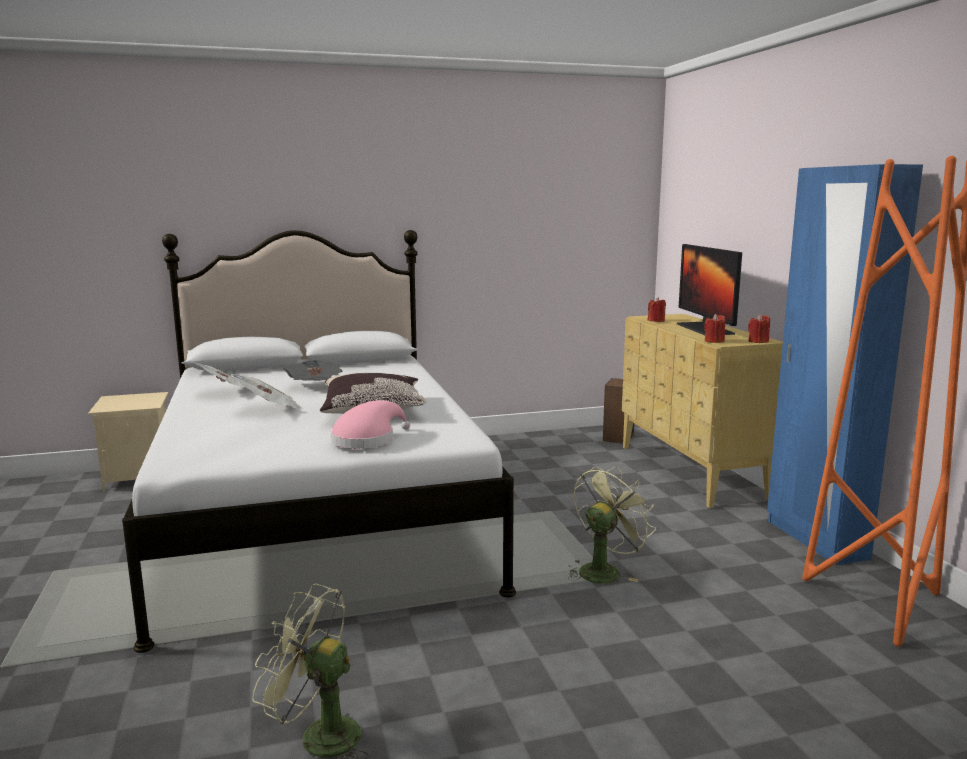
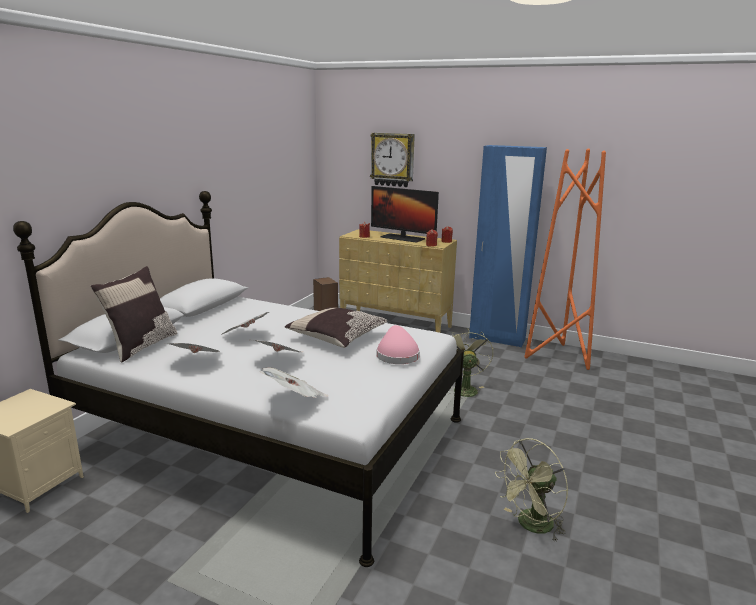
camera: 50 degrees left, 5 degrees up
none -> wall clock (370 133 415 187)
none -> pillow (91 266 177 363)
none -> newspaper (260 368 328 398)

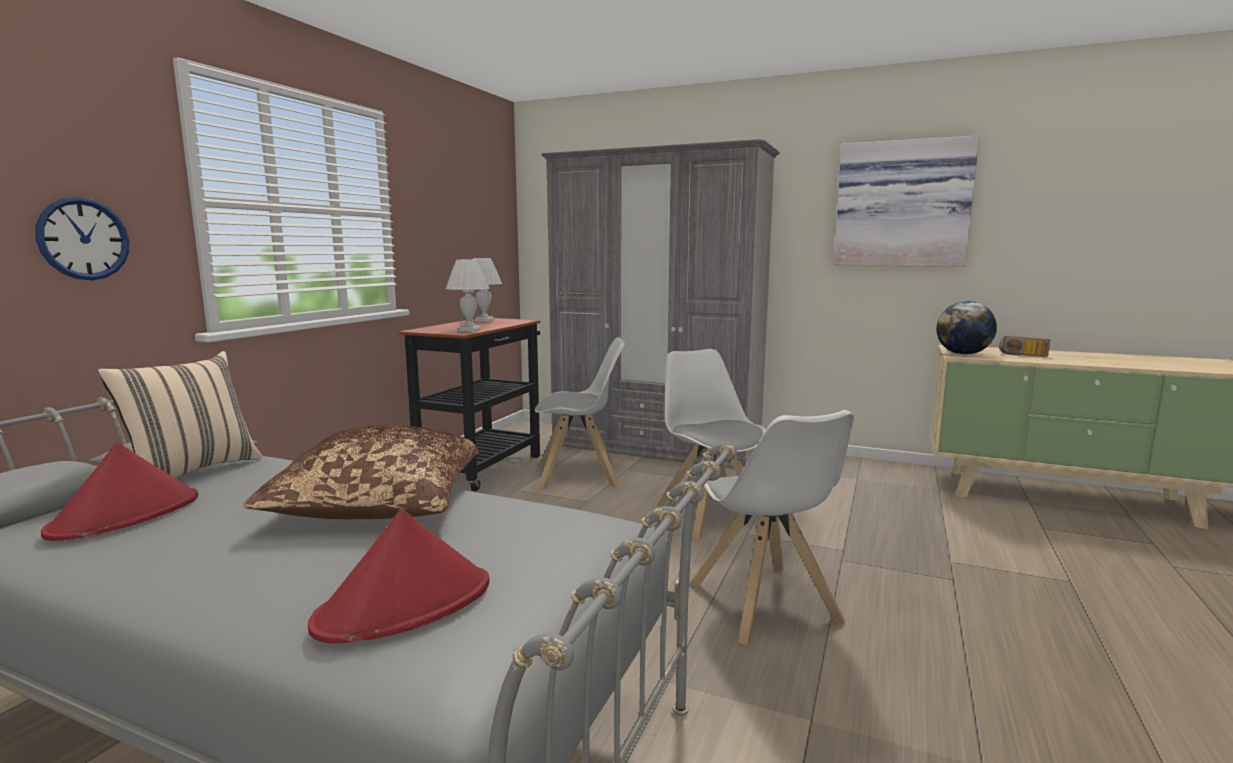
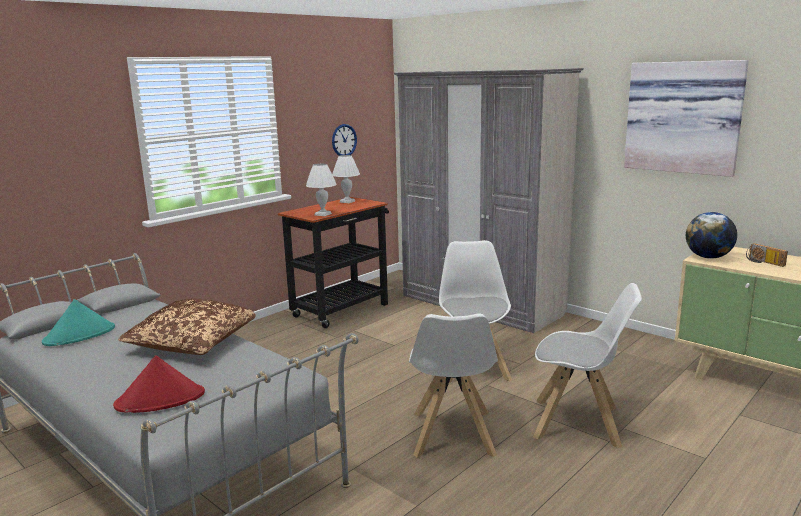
camera: 20 degrees right, 5 degrees up
wall clock (35 197 129 280) -> wall clock (332 124 357 156), move
chair (535 337 626 489) -> chair (533 283 642 448), move
beige pillow (97 351 263 478) -> none
red hat (41 442 198 541) -> turquoise hat (42 299 115 346)

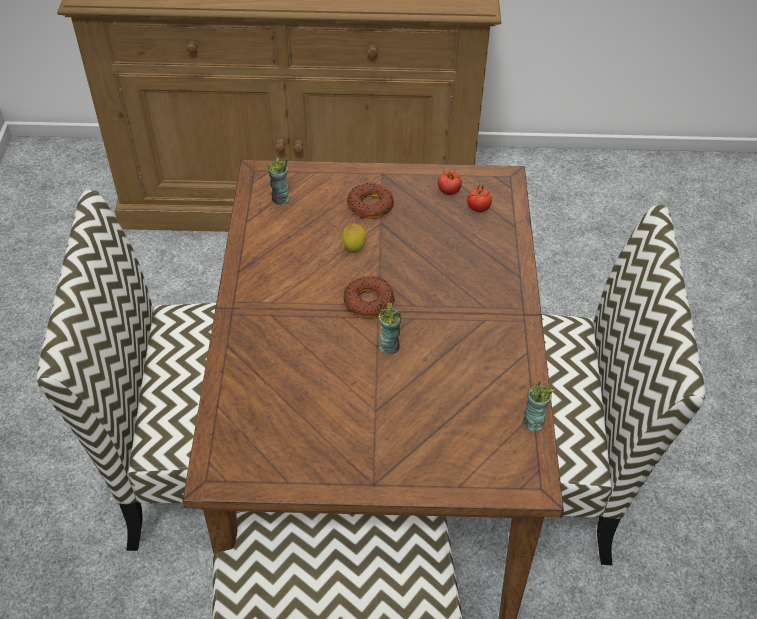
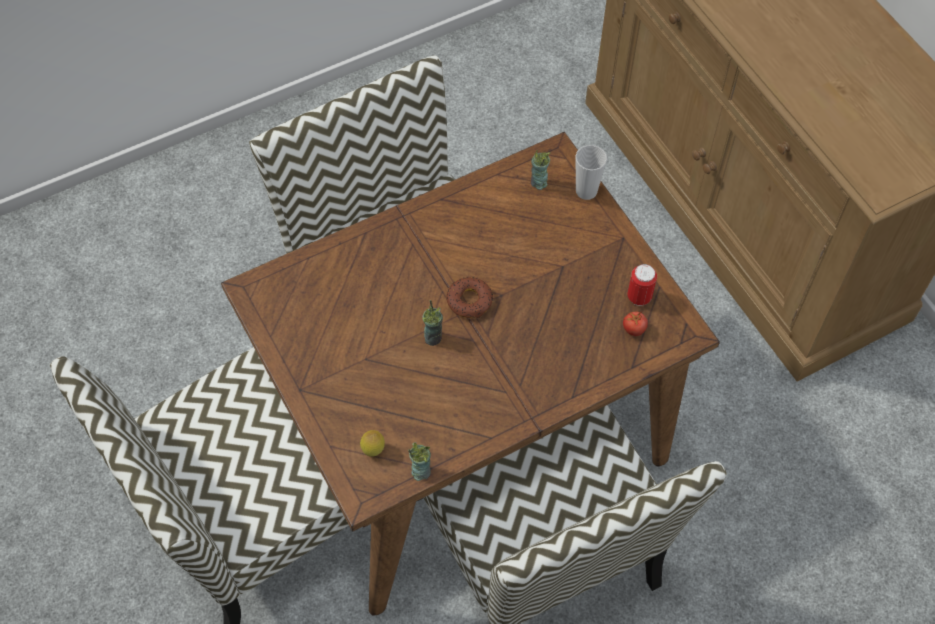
camera: 60 degrees right, 10 degrees up
tomato (438 167 462 195) -> can (627 264 657 306)
donut (347 183 394 219) -> none
lemon (342 223 366 253) -> lemon (360 430 385 457), move
none -> cup (576 145 607 200)

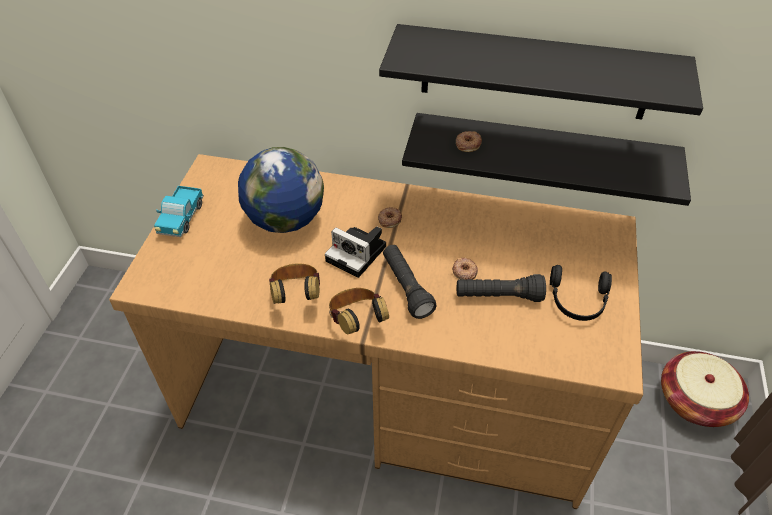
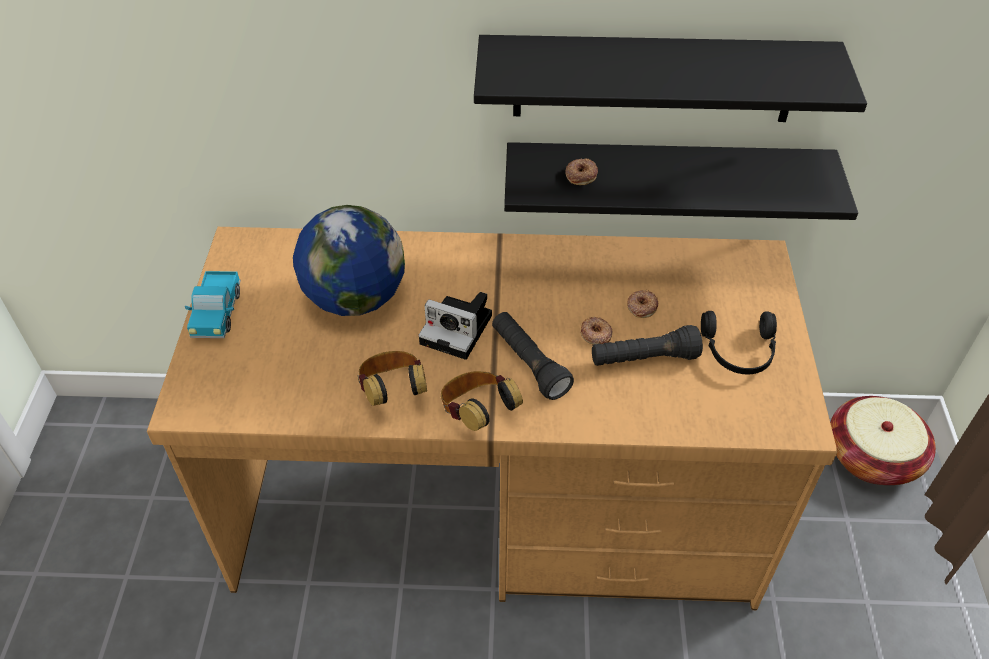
camera: 10 degrees left, 0 degrees up
donut (378 207 402 228) -> donut (627 290 658 318), move

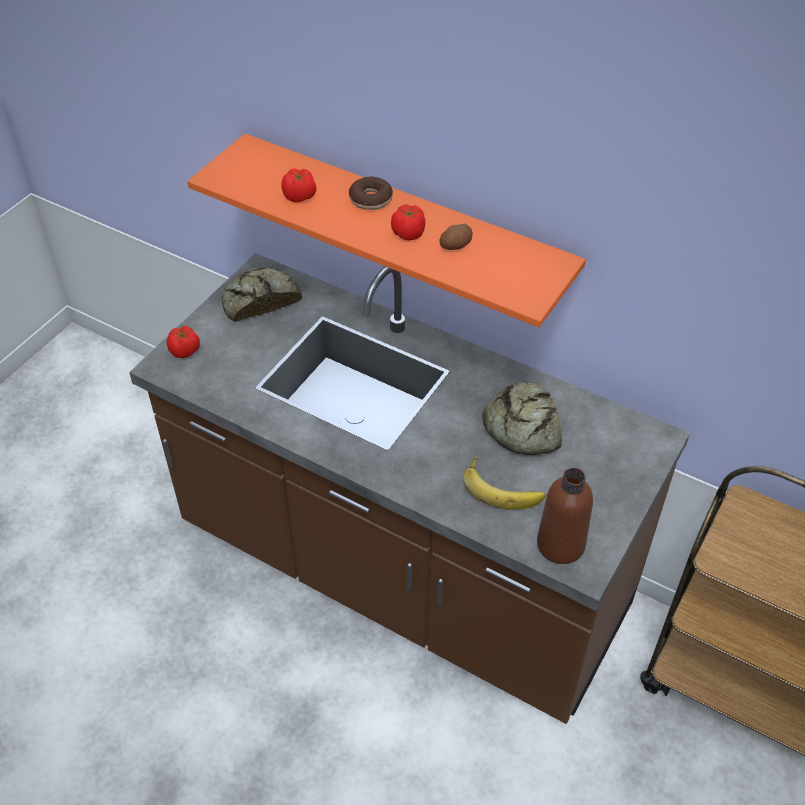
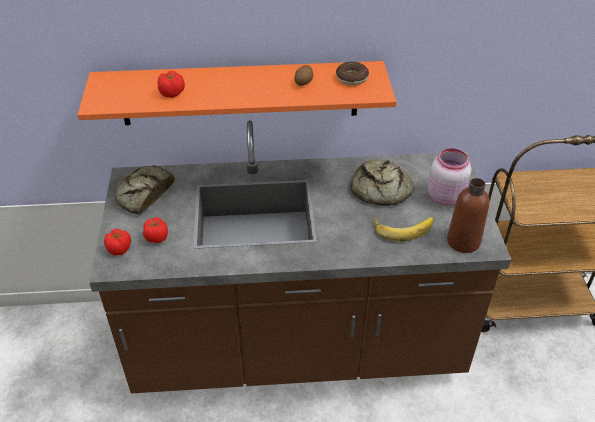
camera: 35 degrees left, 5 degrees down
donut (349 177 393 210) -> donut (336 62 369 85), move
tomato (391 204 426 241) -> tomato (143 217 168 243), move
none -> pink jar (428 148 472 206)

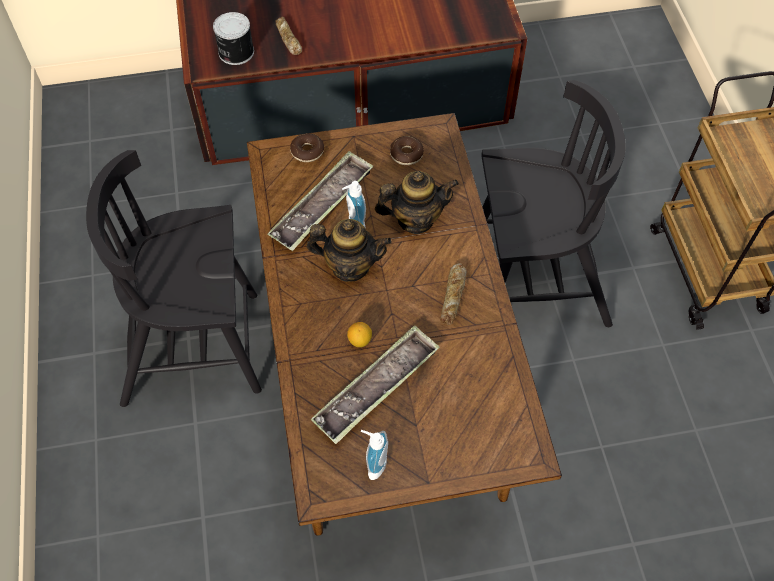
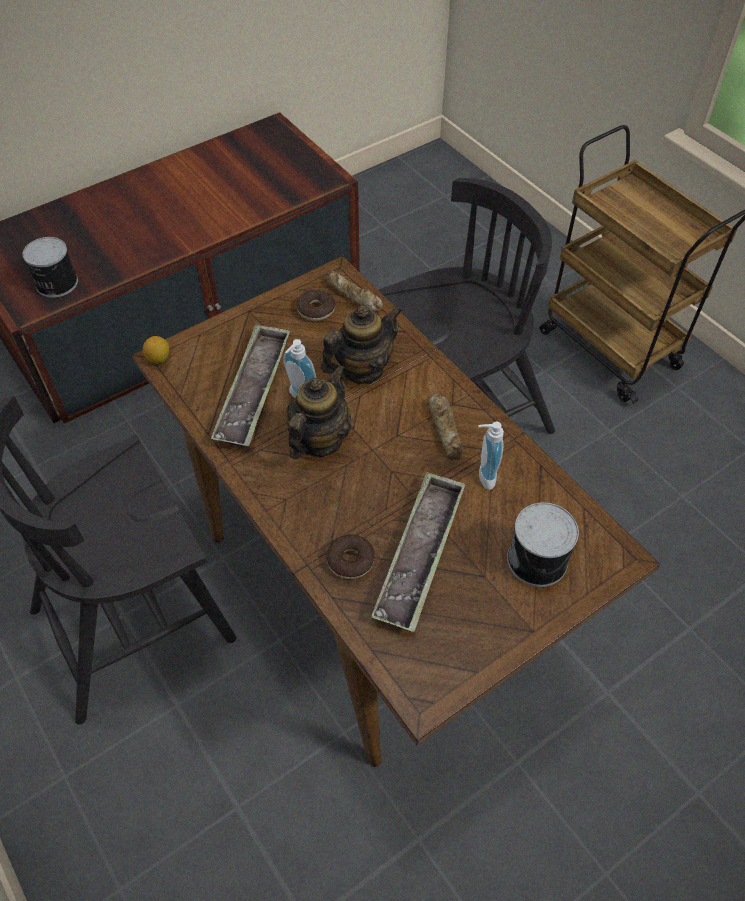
camera: 25 degrees left, 5 degrees down
bread (275 17 302 55) -> bread (324 271 383 312), move
donut (290 133 324 162) -> donut (326 534 375 579), move
teapot (306 219 392 282) -> teapot (286 365 352 459), 45 degrees counterclockwise
lemon (347 322 372 347) -> lemon (143 336 169 364), move
soap dispenser (361 430 388 480) -> soap dispenser (478 422 504 490), move
none -> can (507 502 579 587)

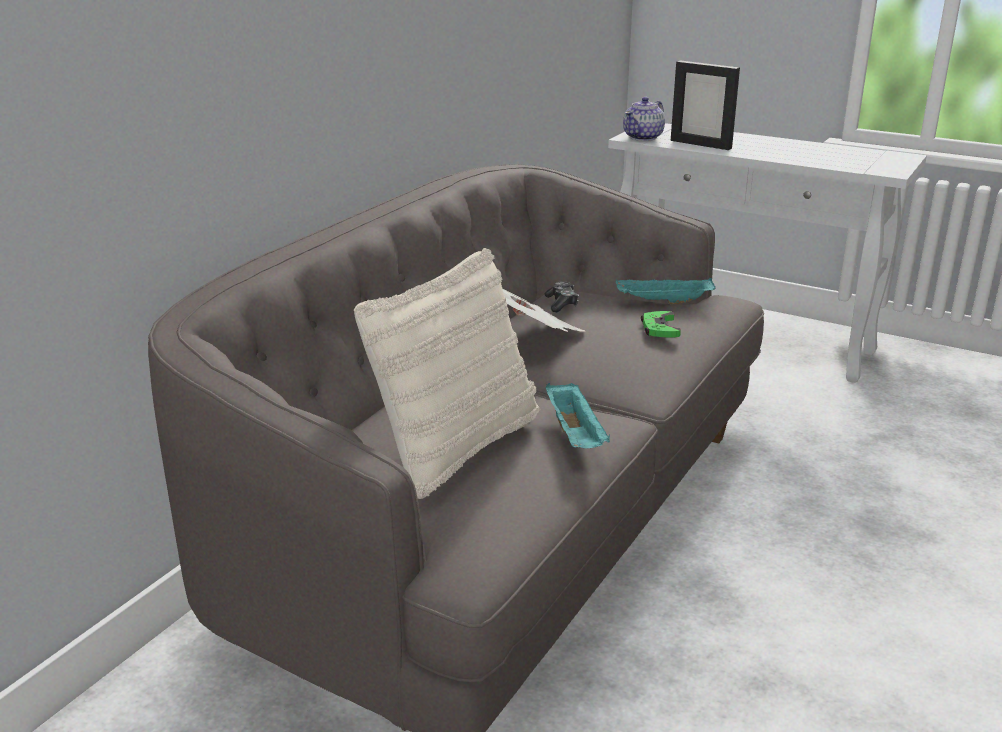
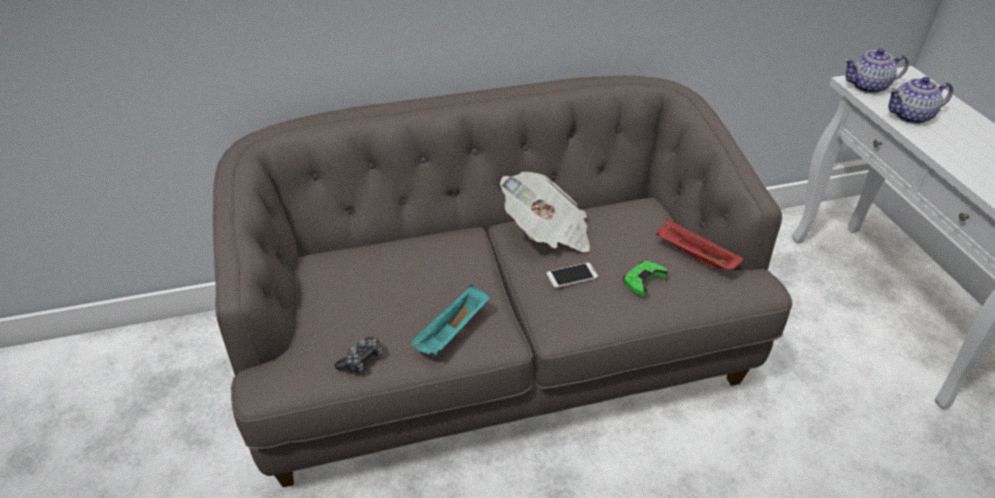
camera: 45 degrees right, 15 degrees up
picture frame (671 61 740 150) -> teapot (888 77 953 124)
beige pillow (354 248 541 499) -> none
turquoise tray (616 278 716 304) -> red tray (656 219 744 270)
game controller (544 281 579 312) -> game controller (335 337 382 373), move
none -> phone (547 263 598 288)

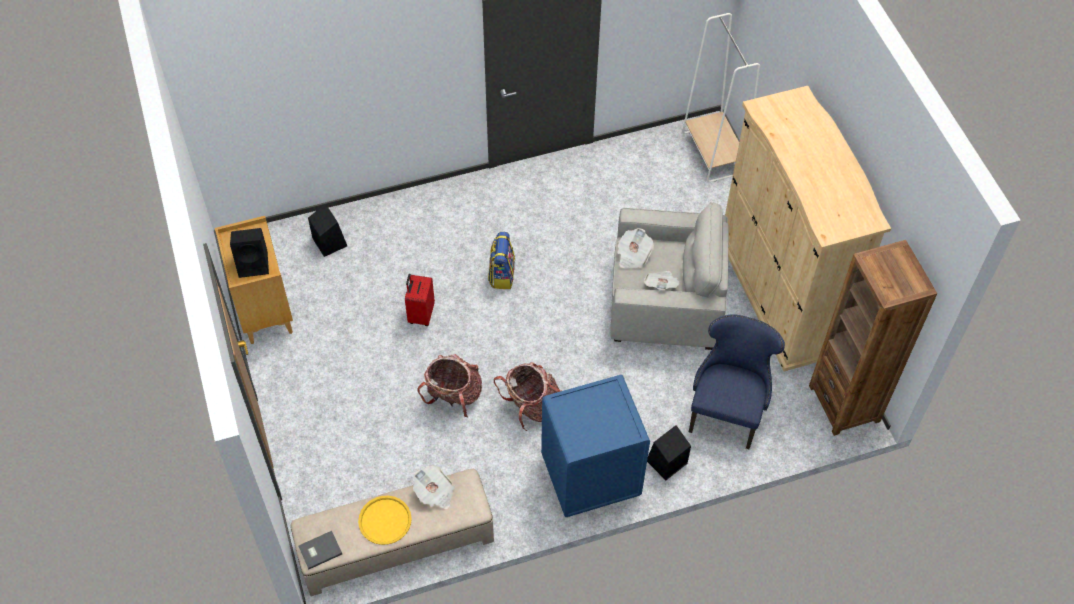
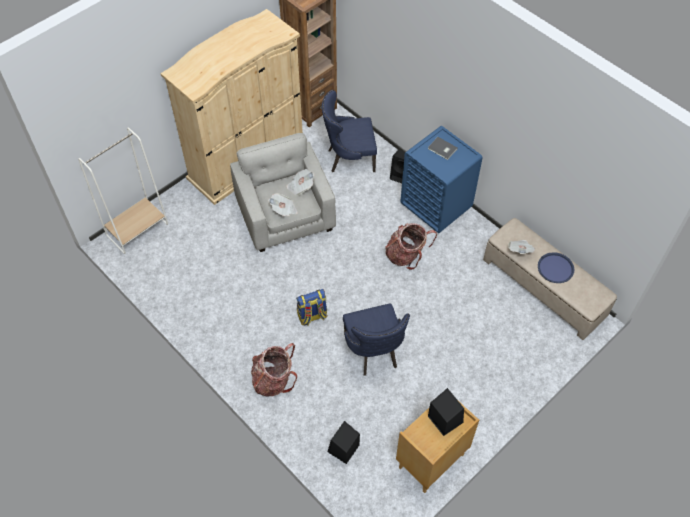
camera: 115 degrees left, 0 degrees up
red suitcase (405 274 435 326) -> blue chair (343 303 410 376)
backpack (417 354 482 417) -> backpack (251 343 297 397), move
yellow tray (358 496 412 545) -> blue tray (538 252 574 283)
grey book (298 531 342 570) -> grey book (428 137 458 160), move

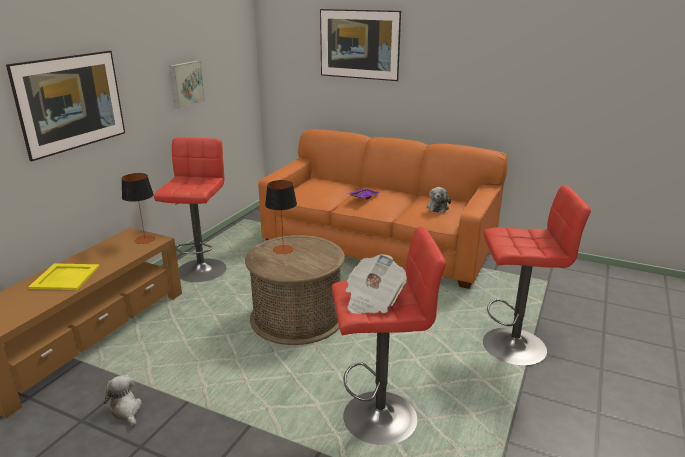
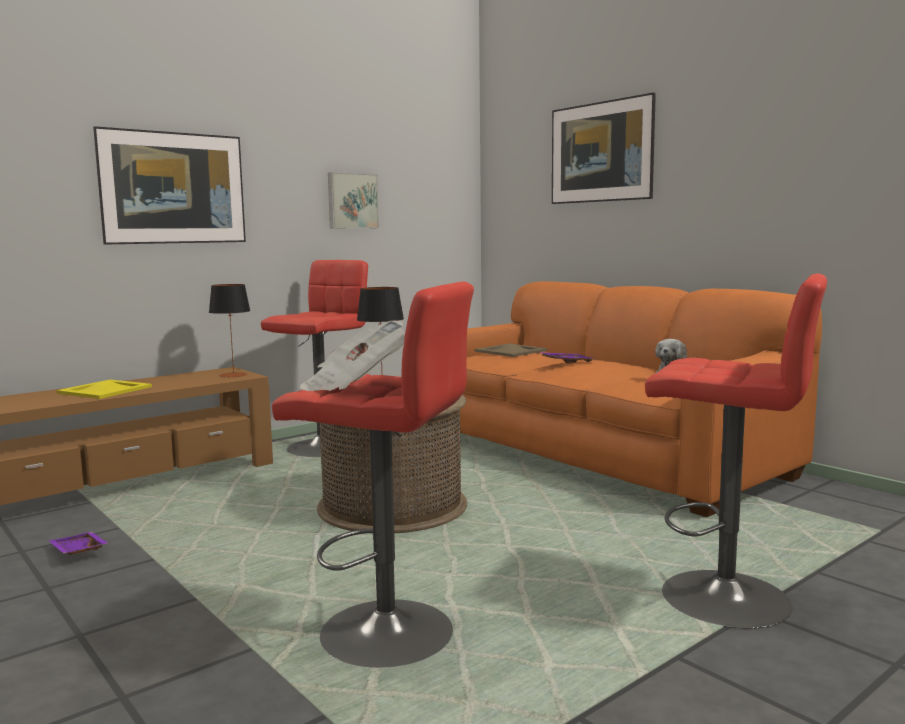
camera: 25 degrees right, 15 degrees down
plush toy (103 375 142 427) -> purple tray (48 532 108 555)
none -> beige tray (474 343 547 357)

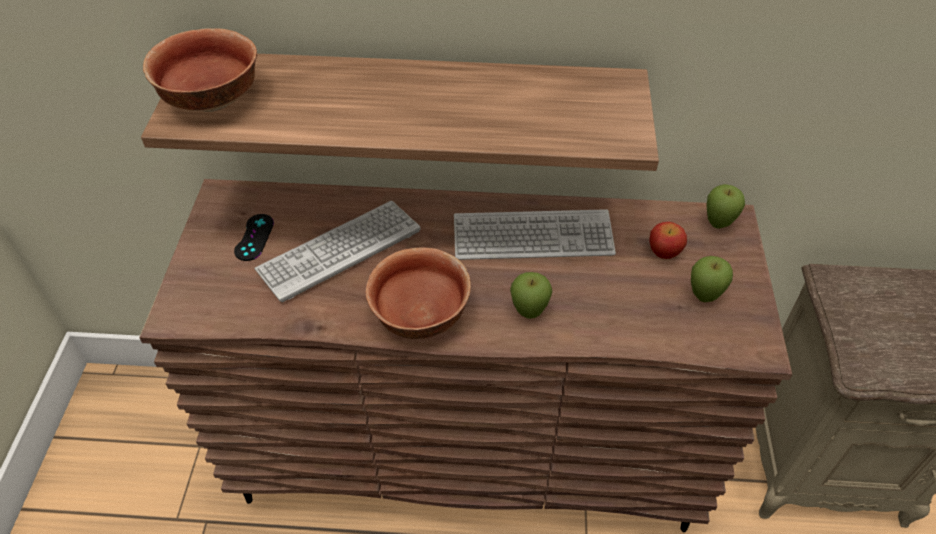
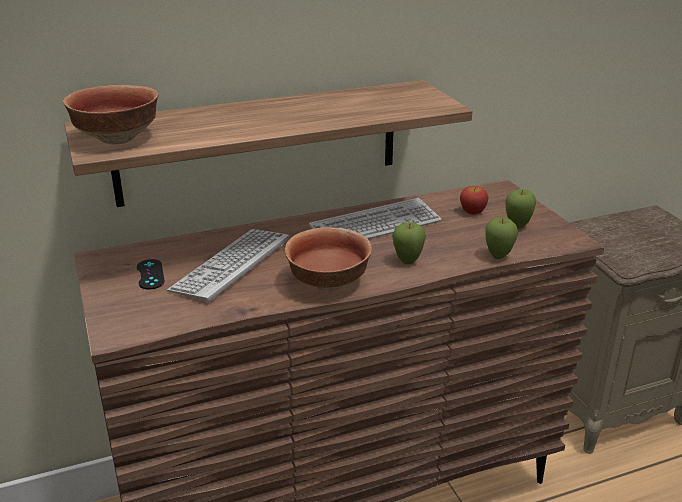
camera: 25 degrees left, 20 degrees down
apple (707 184 745 229) -> apple (485 217 518 259), move

